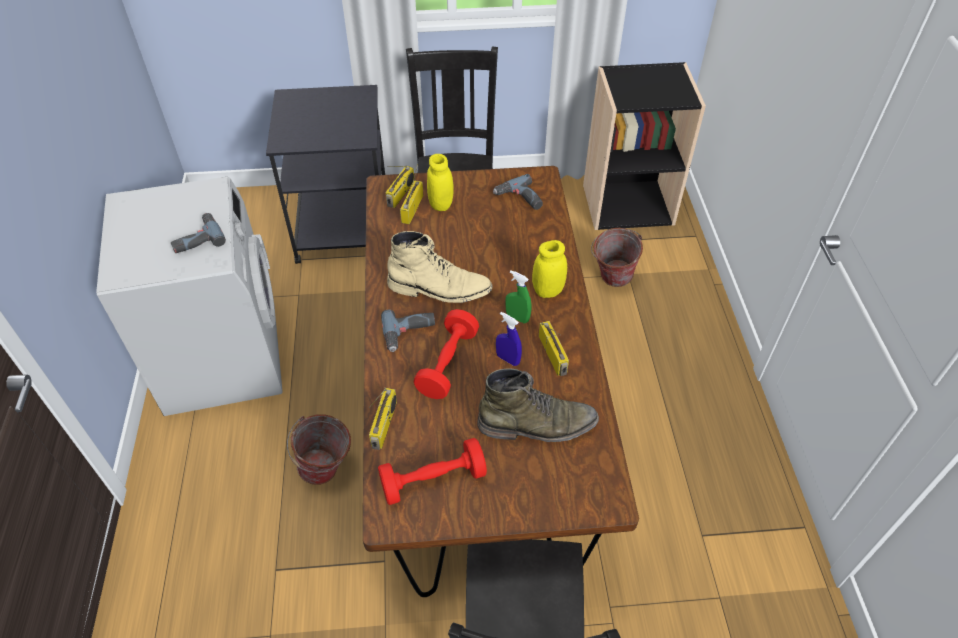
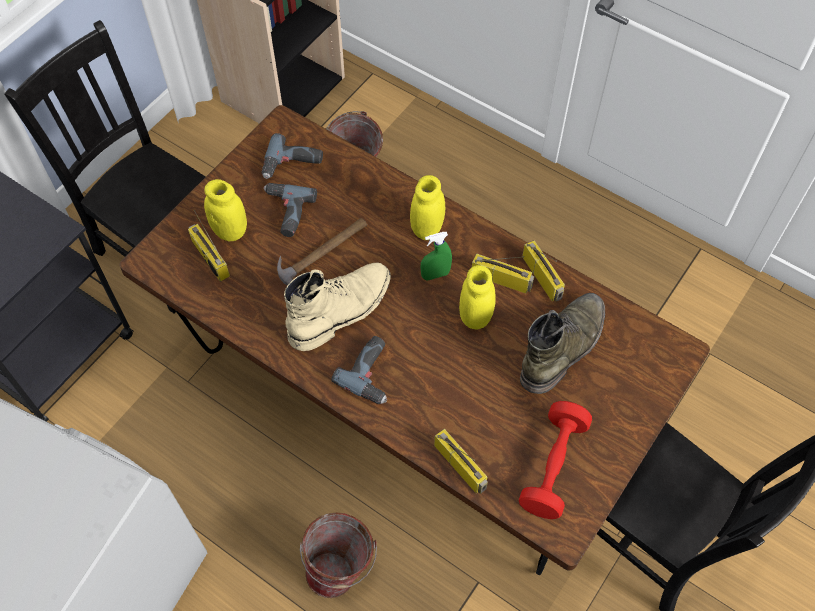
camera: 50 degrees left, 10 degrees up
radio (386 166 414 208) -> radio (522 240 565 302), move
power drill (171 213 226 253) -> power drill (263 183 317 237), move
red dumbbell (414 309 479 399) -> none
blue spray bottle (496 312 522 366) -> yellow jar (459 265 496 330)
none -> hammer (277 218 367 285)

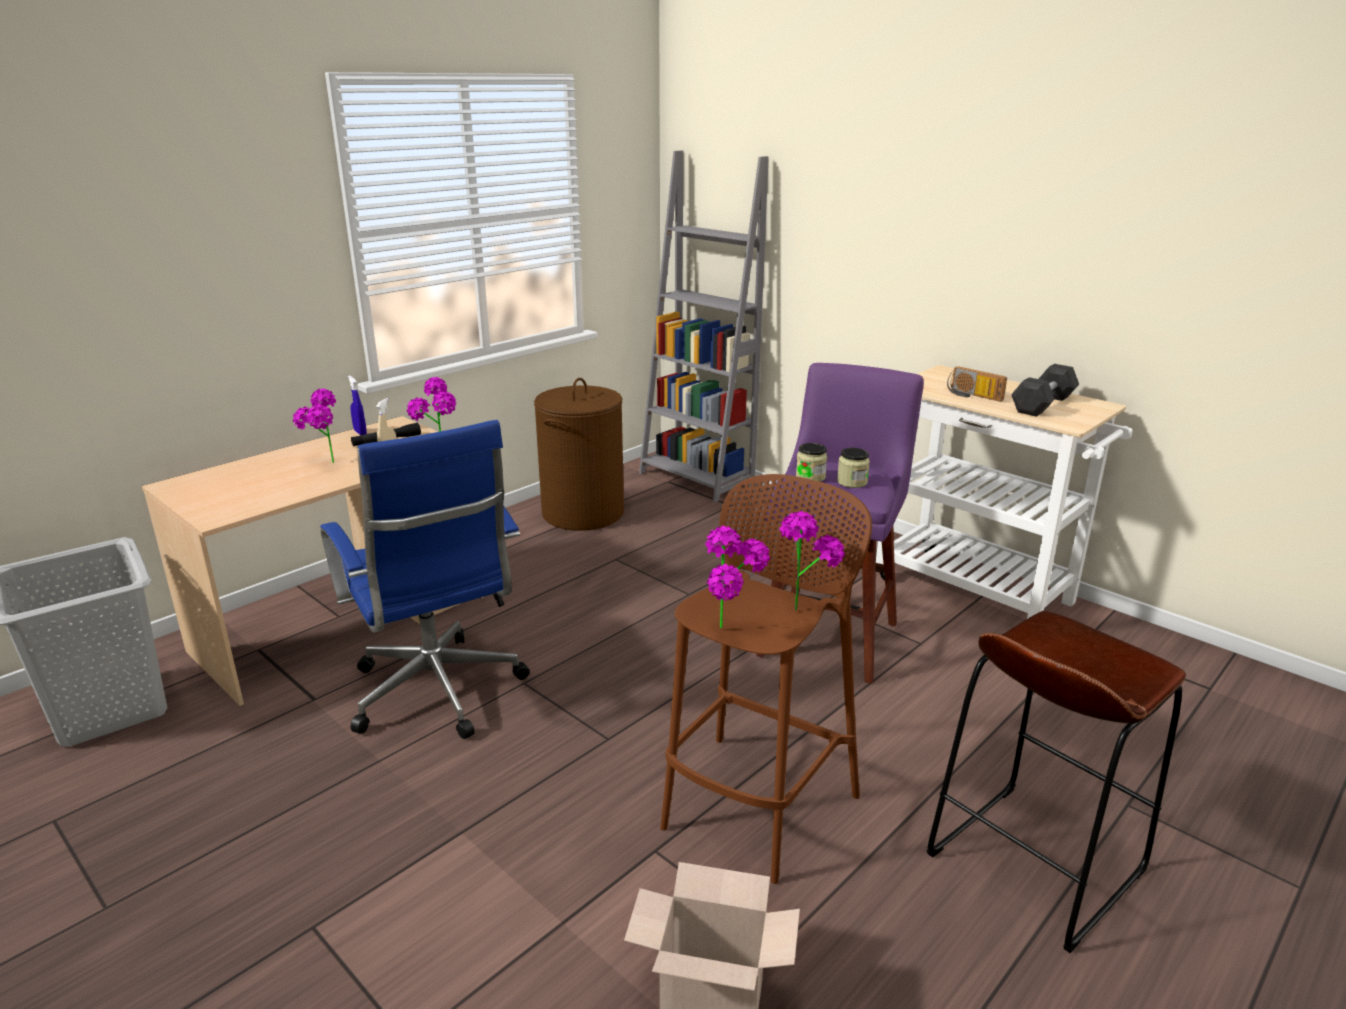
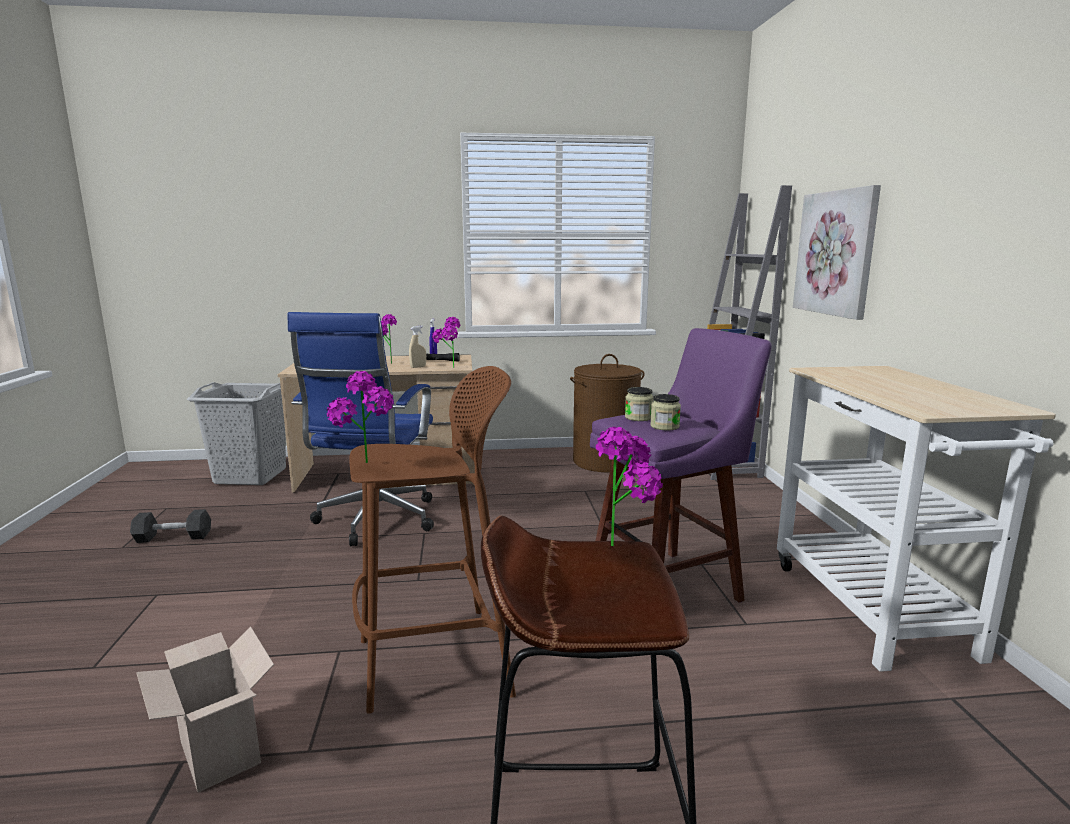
camera: 40 degrees right, 10 degrees down
black dumbbell (1011 364 1079 417) -> black dumbbell (130 509 211 543), move
radio (947 366 1007 402) -> none
potted plant (780 511 845 610) -> potted plant (596 427 663 546), move
none -> picture (793 185 881 320)

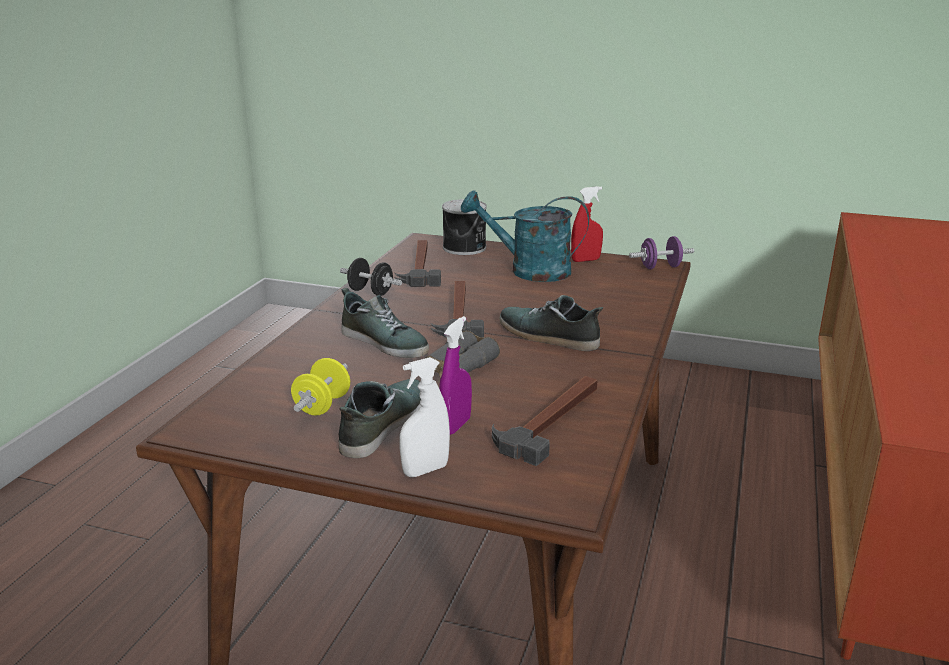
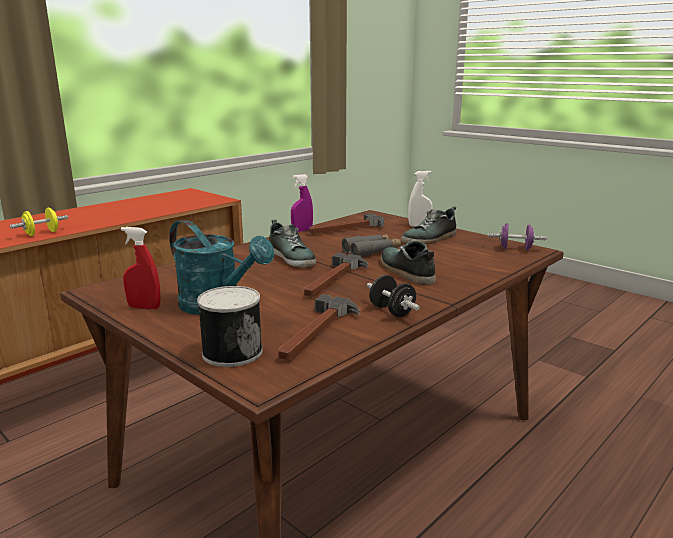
camera: 155 degrees left, 5 degrees down
purple dumbbell (629 236 694 269) -> purple dumbbell (488 223 547 250), move
purple spray bottle (439 316 472 435) -> purple spray bottle (291 174 313 232), move
yellow dumbbell (291 358 350 415) -> yellow dumbbell (10 208 68 236), move

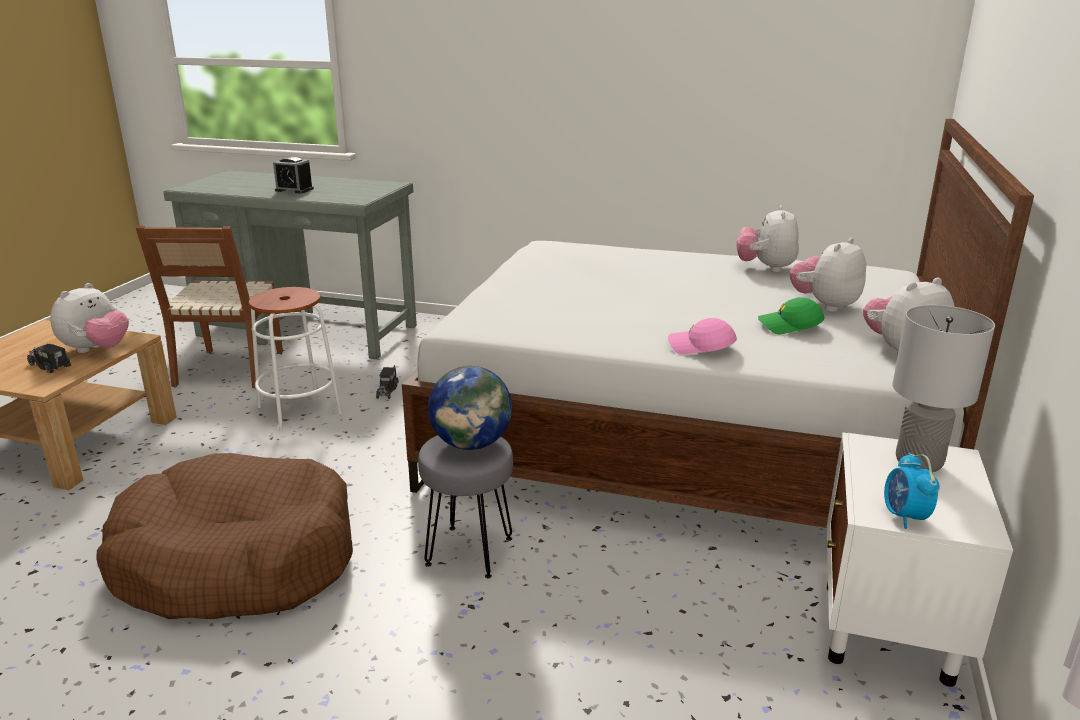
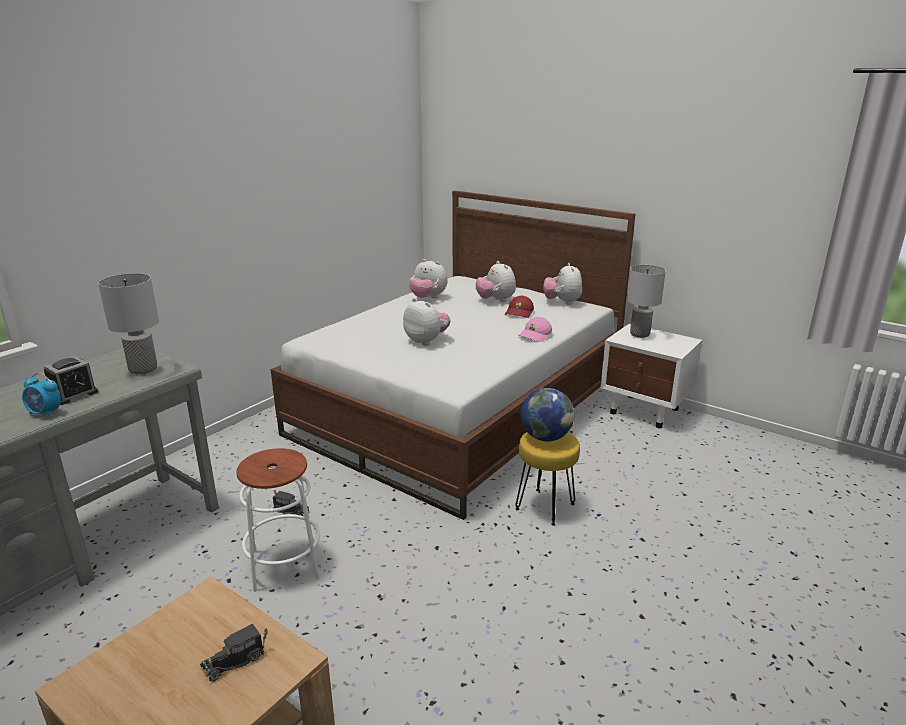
camera: 70 degrees left, 0 degrees up
chair (136 226 283 388) -> none
plush toy (50 283 129 353) -> plush toy (403 298 450 346), move
green cap (758 297 825 335) -> red cap (505 296 534 318)
grey stool (418 435 513 578) -> yellow stool (516 432 580 526)
brown dog bed (97 453 353 619) -> none
alarm clock (884 453 940 529) -> alarm clock (22 372 61 418), move
none -> grey table lamp (98 273 159 374)

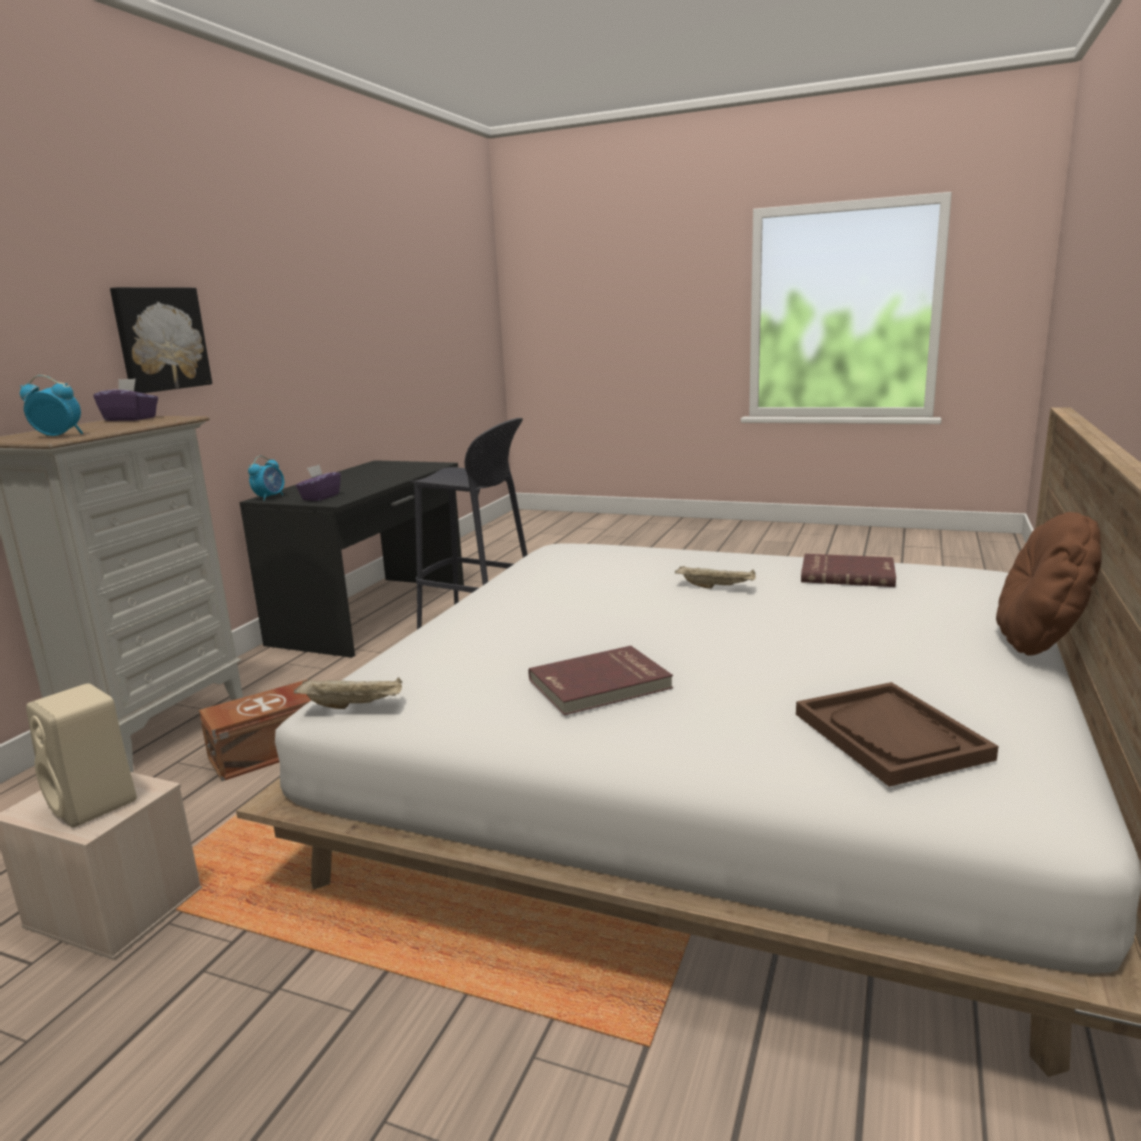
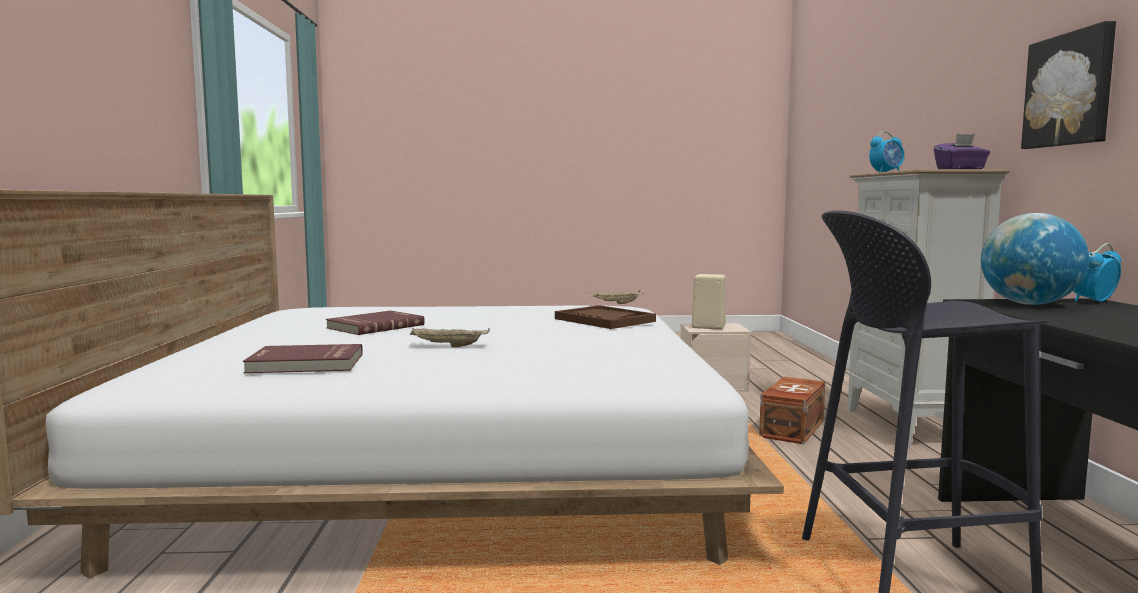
camera: 155 degrees right, 10 degrees down
alarm clock (248 456 284 501) -> alarm clock (1073 243 1121 302), 60 degrees clockwise
purple tissue box (296 465 341 501) -> globe (981 213 1089 305)
brown pillow (996 512 1102 656) -> none
red book (528 646 673 715) -> red book (326 310 425 335), move
brown tray (796 682 998 787) -> brown tray (555 305 656 329), move

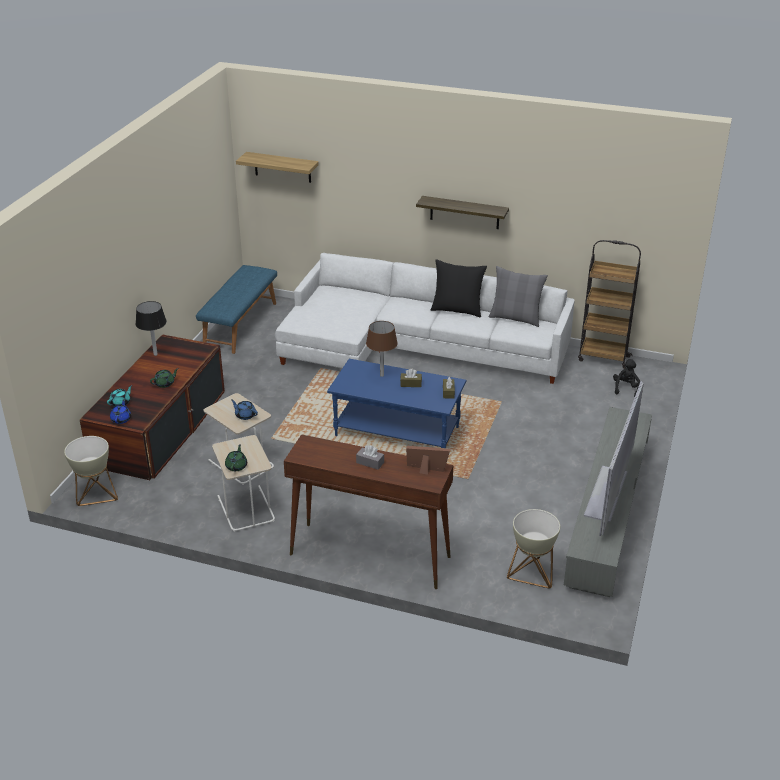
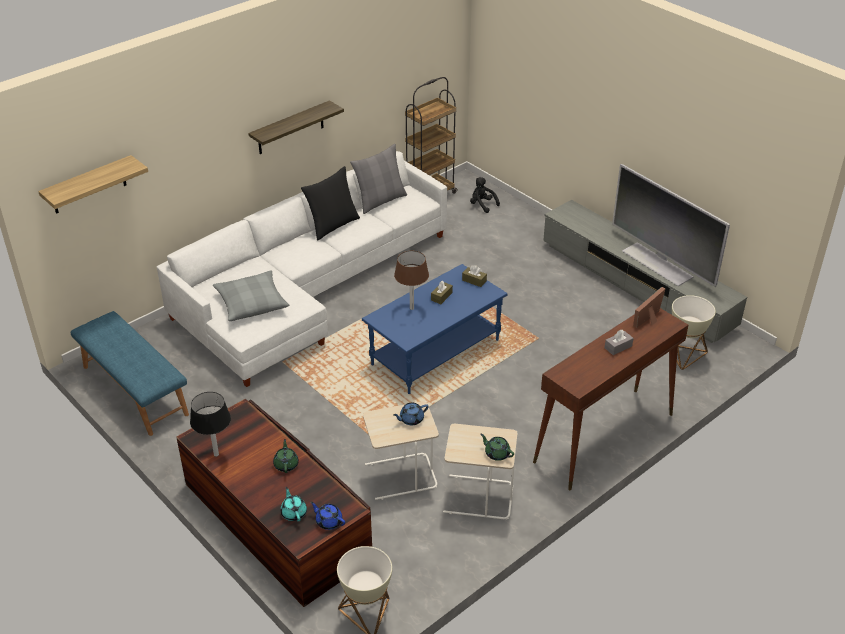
camera: 60 degrees left, 5 degrees up
none -> grey pillow (213 270 289 321)

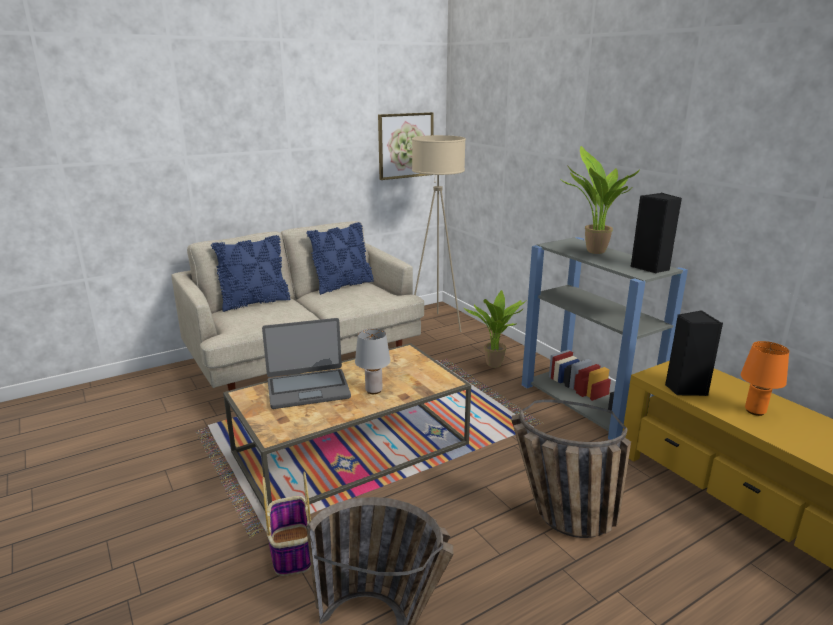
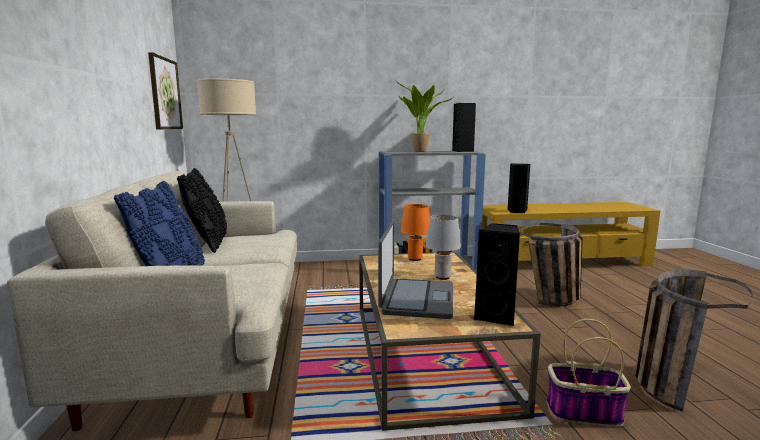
camera: 65 degrees left, 10 degrees down
blue pillow (307 222 374 295) -> black pillow (177 168 227 253)
potted plant (463 290 526 368) -> none
orange table lamp (741 341 789 416) -> orange table lamp (401 204 430 261), move
none -> black speaker (474 223 520 326)

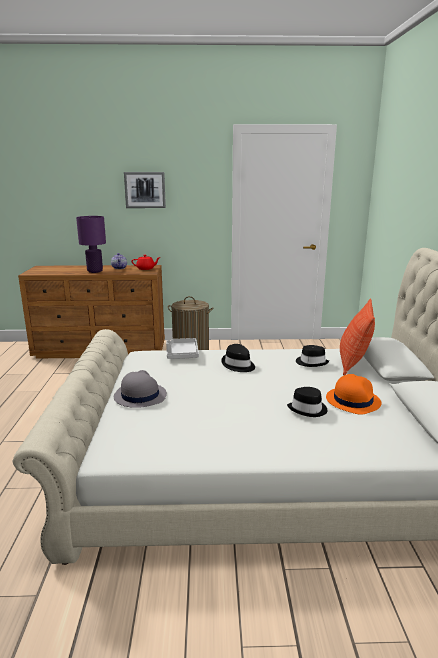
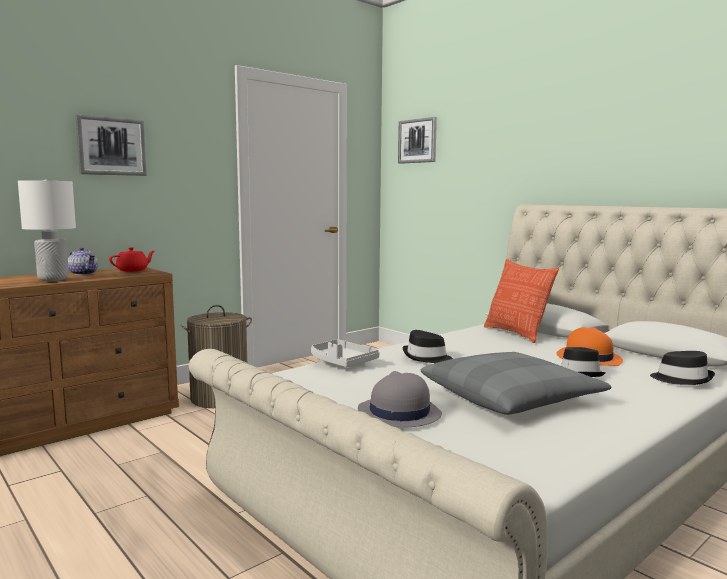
camera: 40 degrees left, 10 degrees down
purple table lamp (76 216 106 273) -> white table lamp (18 180 76 281)
black hat (296 345 329 367) -> black hat (650 351 715 385), move
none -> picture (398 117 437 164)
none -> grey pillow (421 352 611 415)

